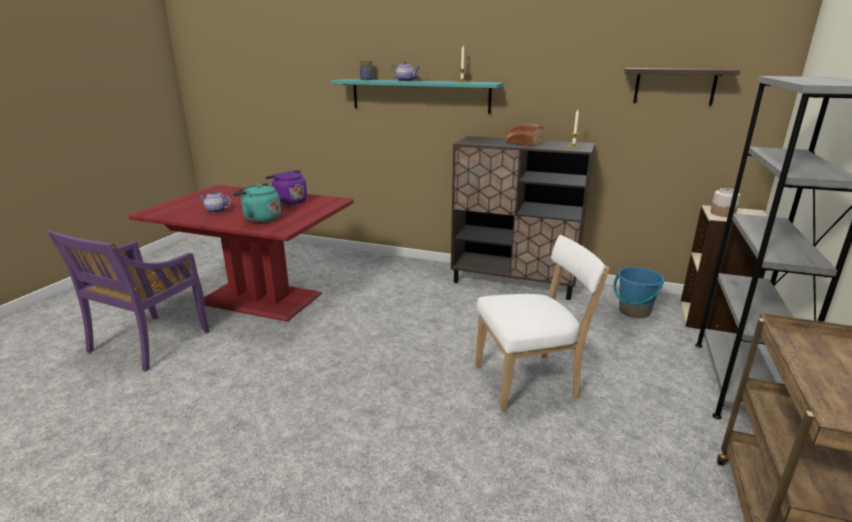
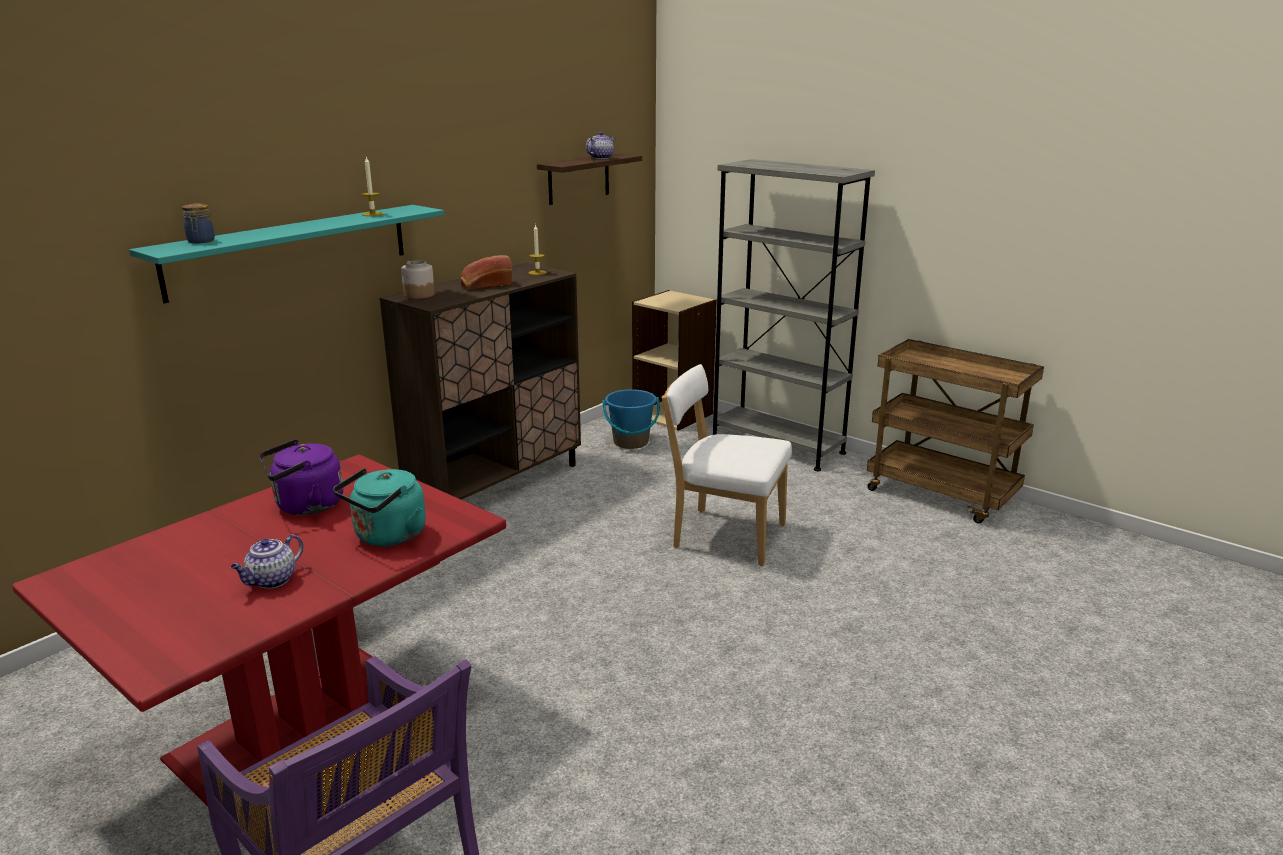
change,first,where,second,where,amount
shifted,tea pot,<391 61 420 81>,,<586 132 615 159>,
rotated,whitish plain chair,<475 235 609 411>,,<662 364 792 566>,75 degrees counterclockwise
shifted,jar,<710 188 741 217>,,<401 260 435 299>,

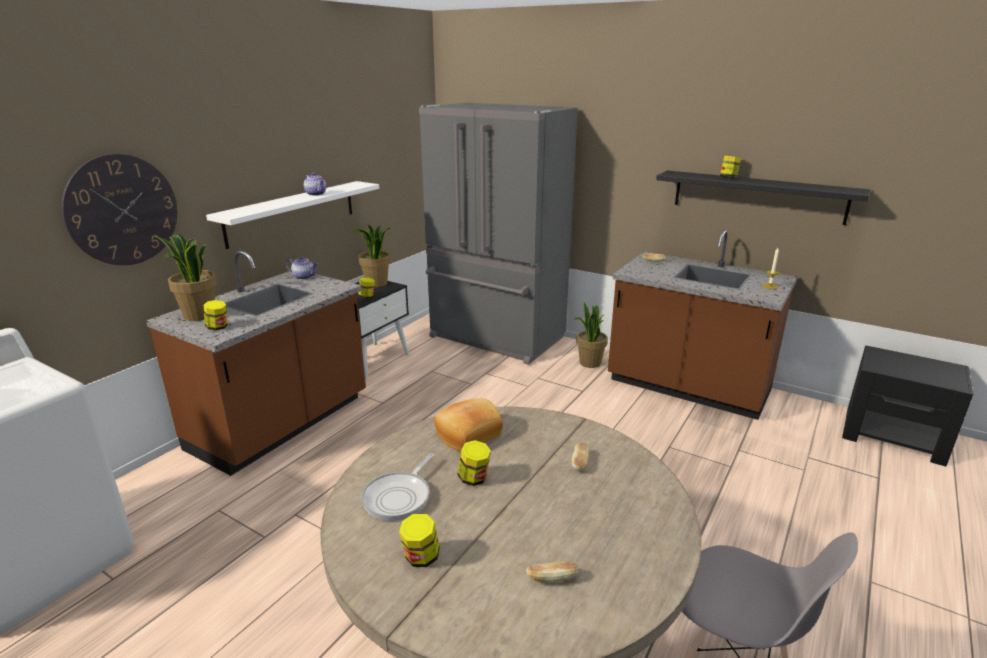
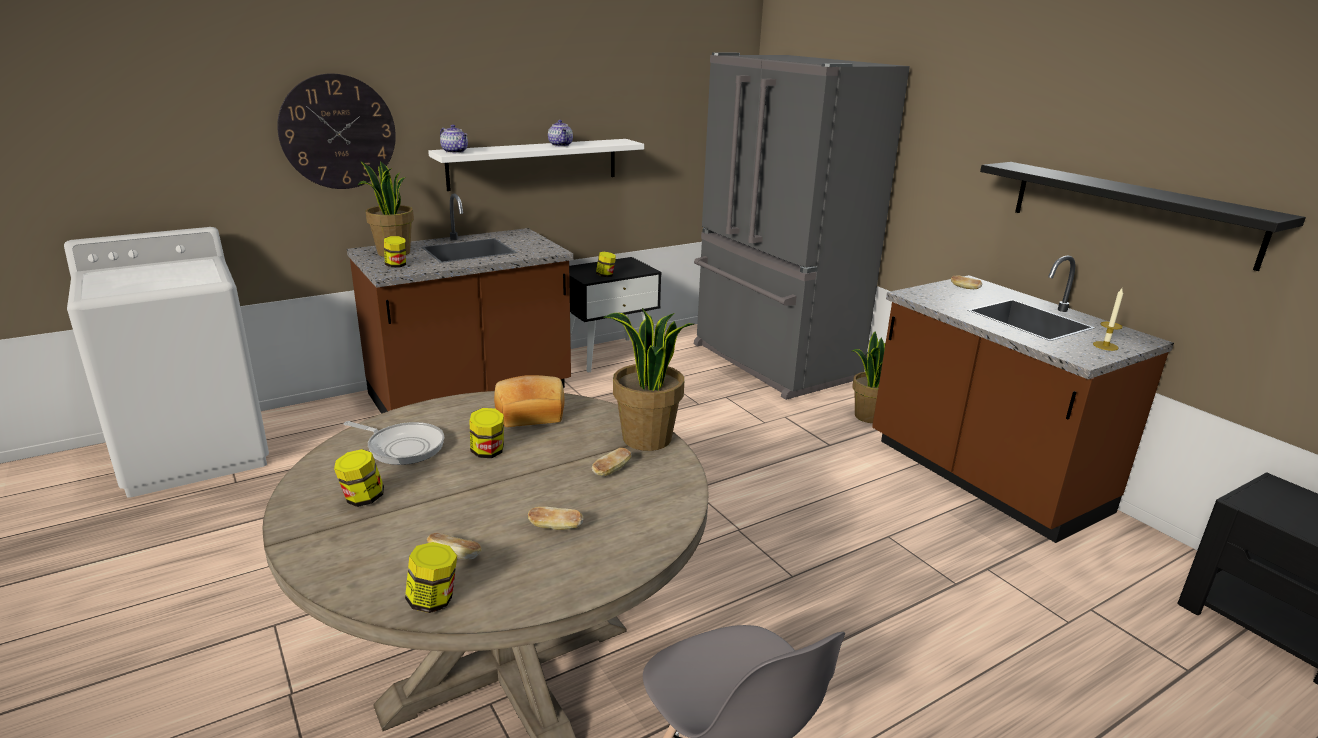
change,first,where,second,where,amount
shifted,tea pot,<286 256 319 280>,,<440 125 468 153>,
shifted,plant in a pot,<352 224 392 287>,,<604 308 694 451>,
rotated,frying pan,<361 453 434 521>,,<344 421 444 465>,120 degrees counterclockwise
shifted,jar,<720 156 741 178>,,<405 542 457 613>,
new,,,bakery bread,<528 507 583 530>,

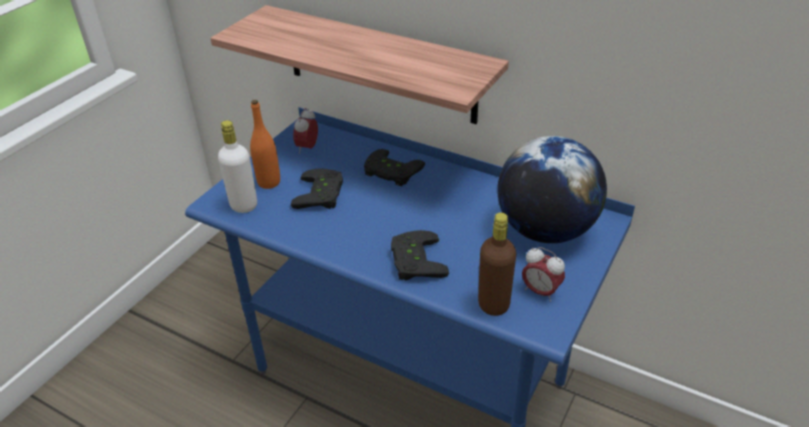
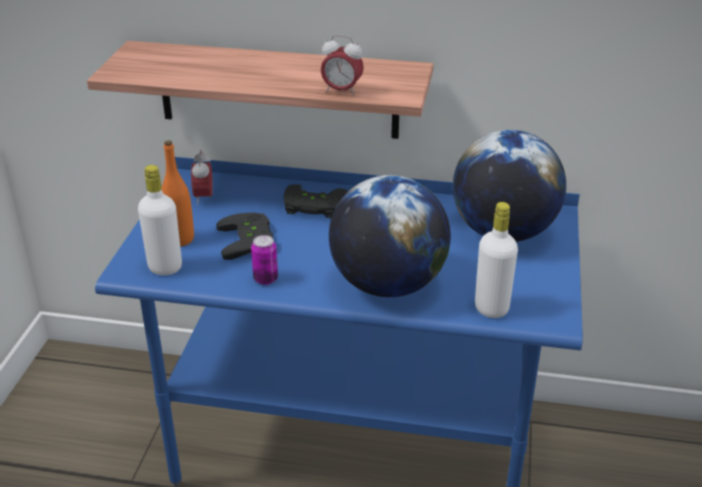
change,first,where,second,where,amount
swapped,black game controller,<391 230 449 280>,world globe,<329 175 451 297>,
repainted,brown-coloured bottle,<478 212 516 316>,whitish bottle,<475 202 518 318>,
shifted,bedside clock,<522 247 565 302>,,<321 35 364 96>,
new,,,sealed can,<251 235 278 285>,

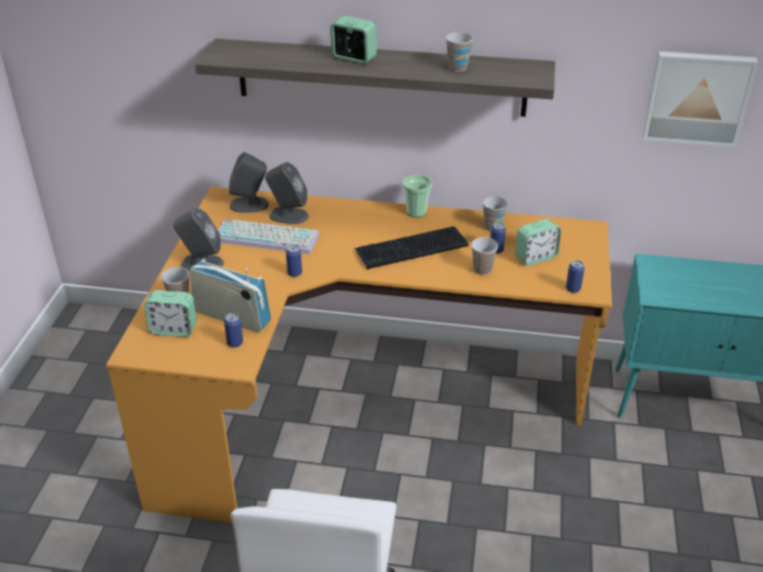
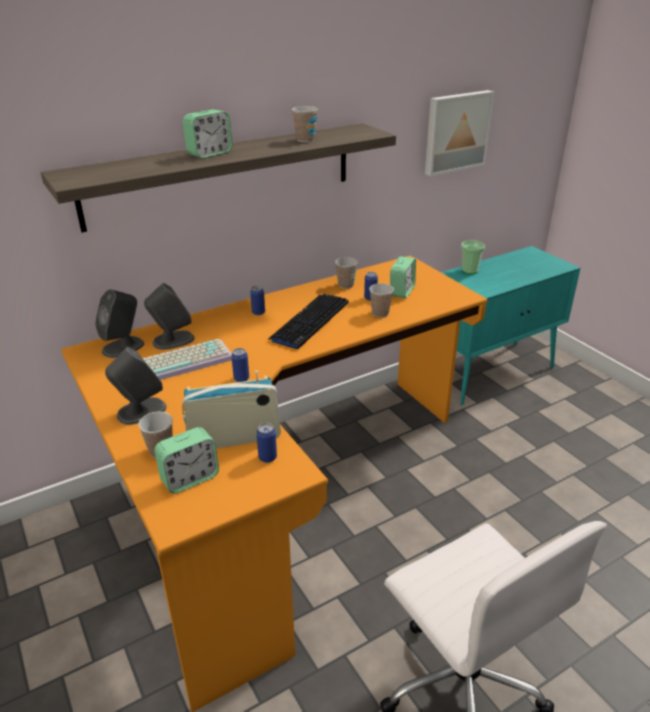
change,first,where,second,where,amount
rotated,bedside clock,<330 16 377 64>,,<183 109 233 158>,150 degrees clockwise
shifted,small cup,<403 175 432 218>,,<461 240 485 274>,
shifted,sealed can,<566 260 585 293>,,<250 285 265 315>,

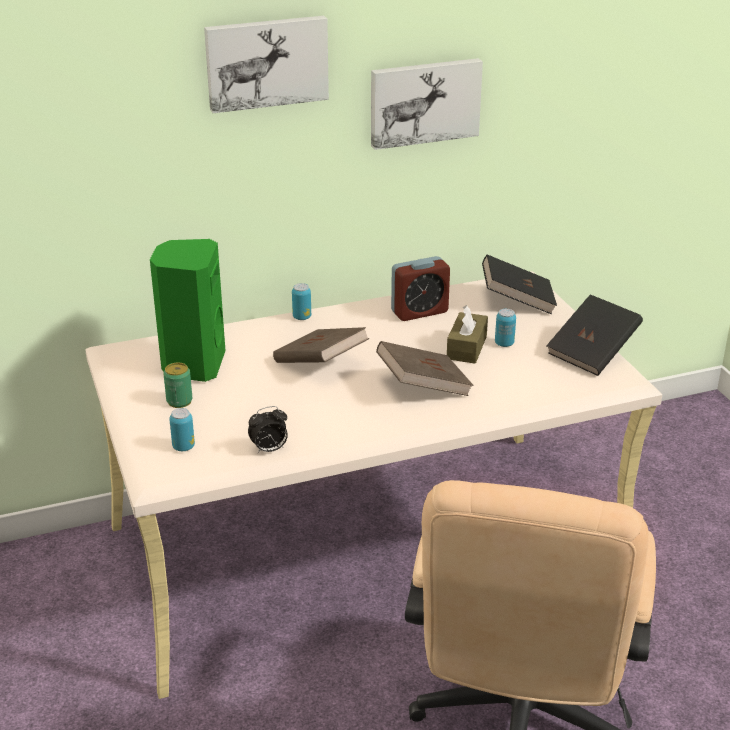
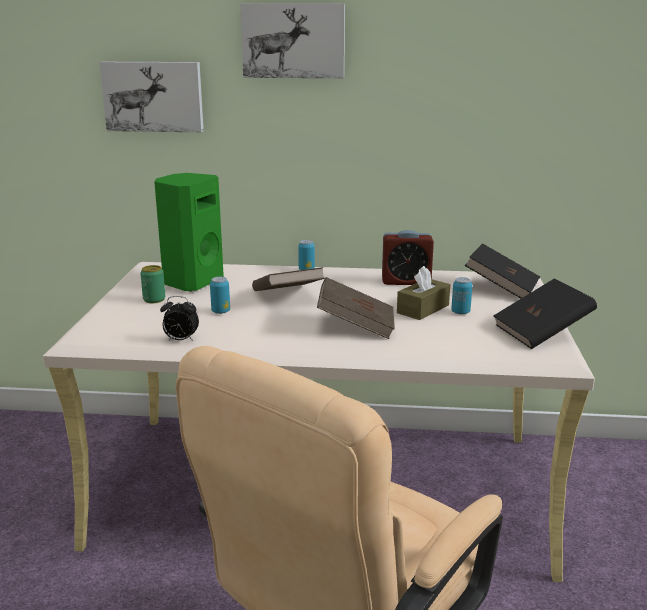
change,first,where,second,where,amount
shifted,sealed can,<169 408 195 451>,,<210 277 230 314>,
shifted,wall picture,<371 58 483 150>,,<99 62 204 132>,

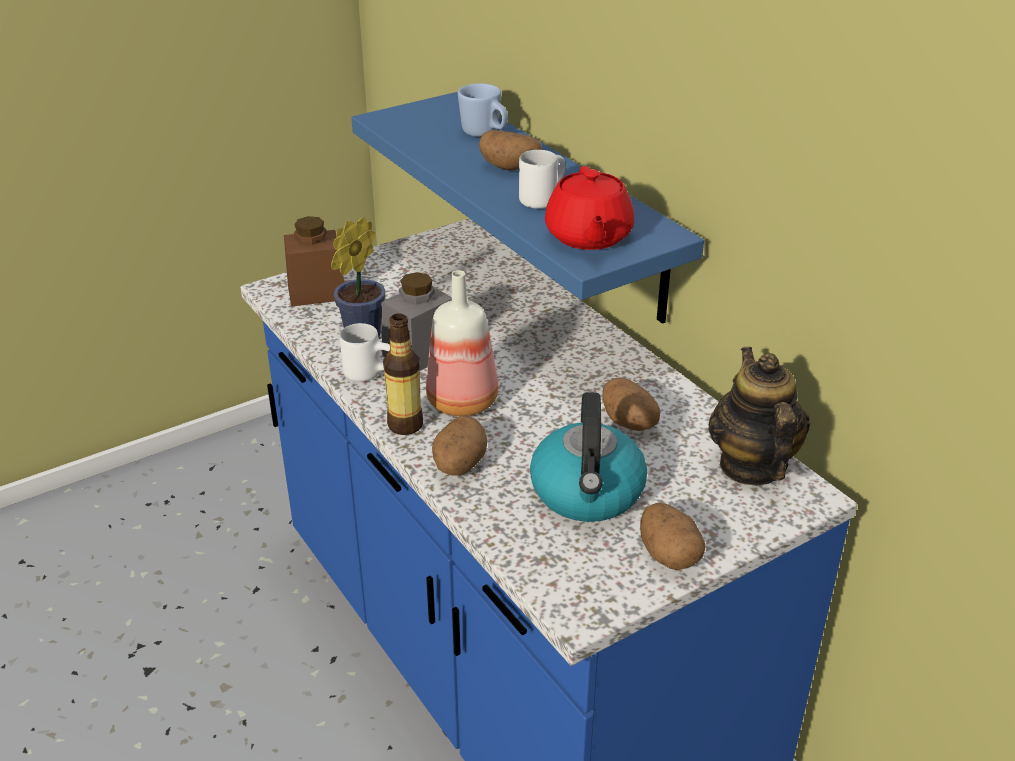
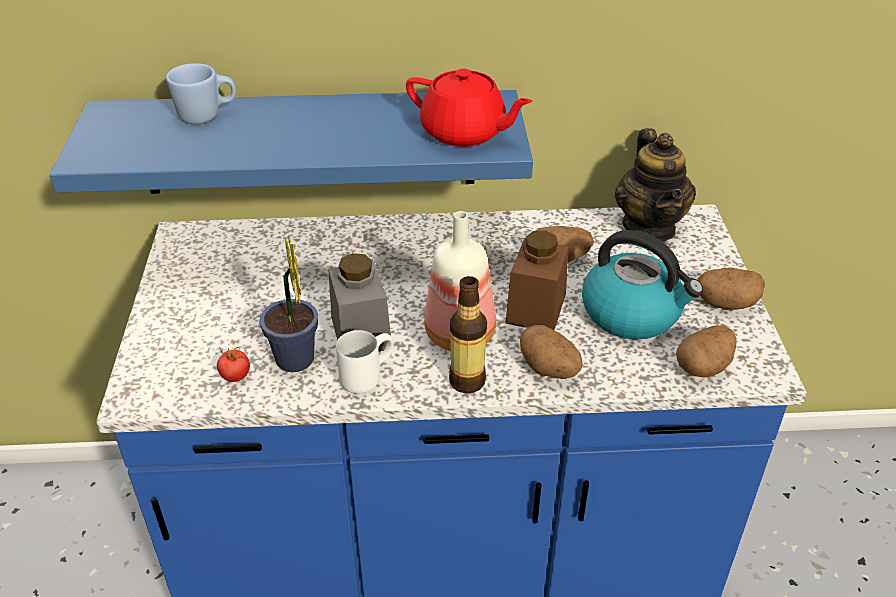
change,first,where,second,where,amount
shifted,brown-coloured jar,<284 216 344 307>,,<505 230 569 330>,
shifted,potato,<479 130 542 171>,,<676 325 736 377>,
gone,whitish tea mug,<519 150 565 209>,,,
rotated,tea pot,<708 347 810 485>,,<615 128 696 241>,120 degrees counterclockwise
new,,,tomato,<217 347 250 382>,

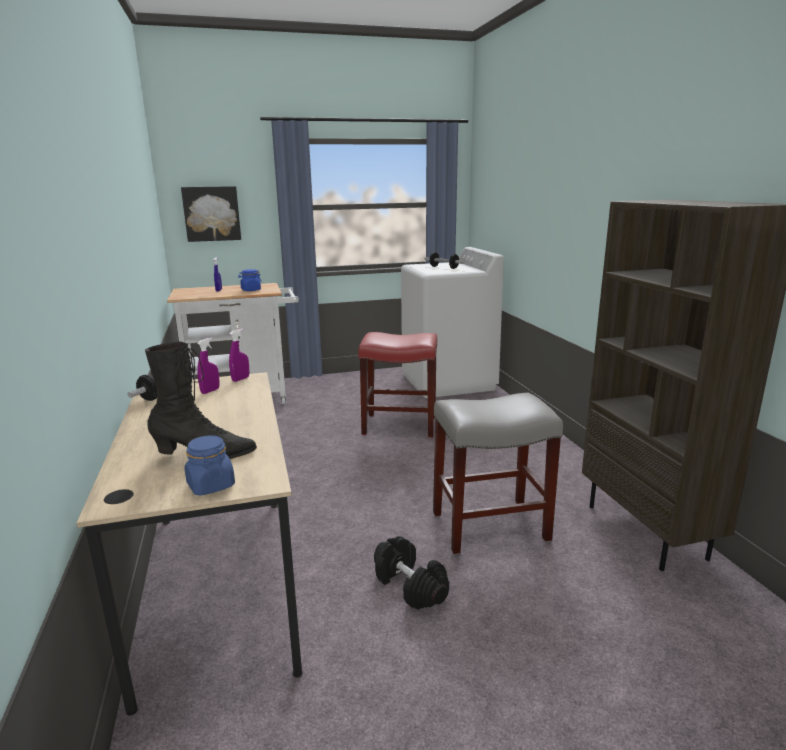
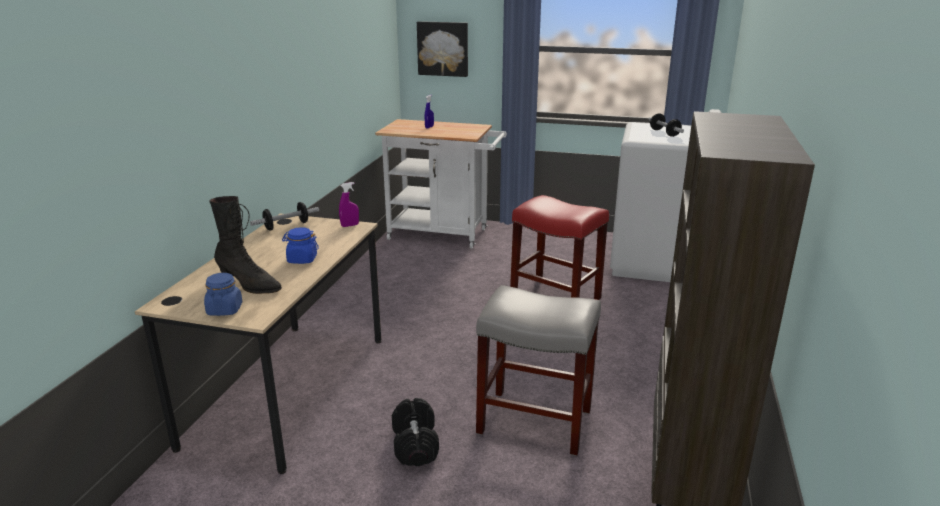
change,first,where,second,where,amount
gone,purplish sprayer,<197 338 220 394>,,,
shifted,blue-coloured jar,<238 269 262 291>,,<282 227 319 264>,

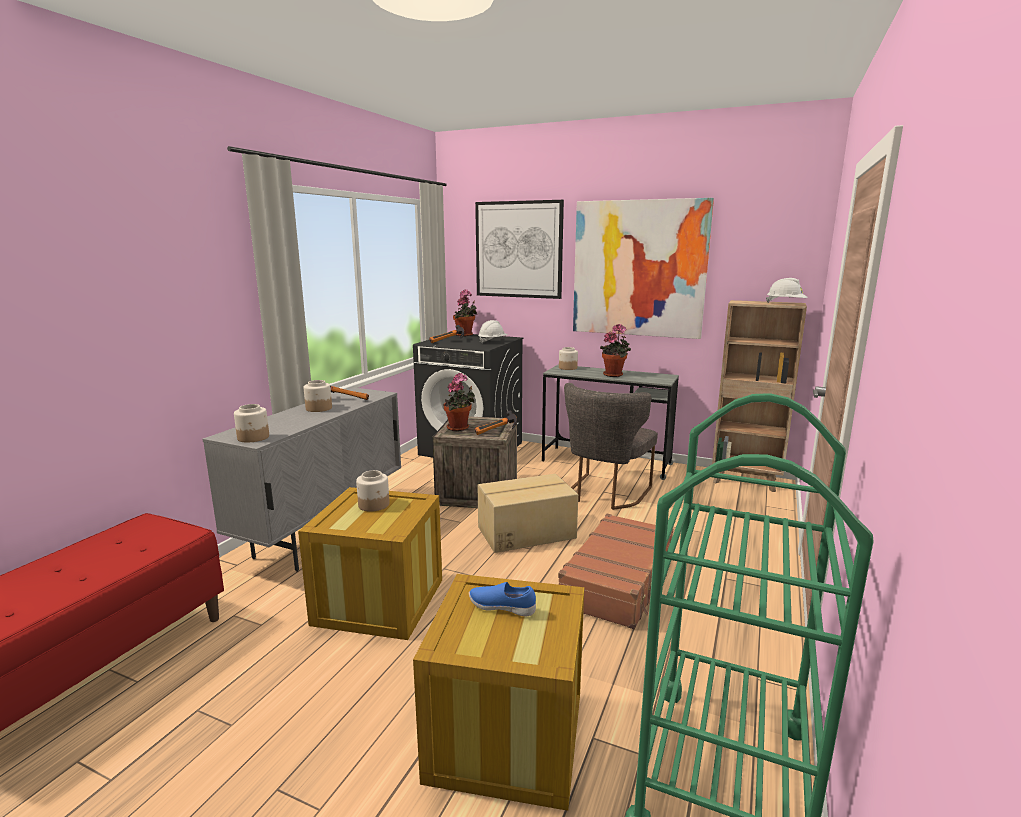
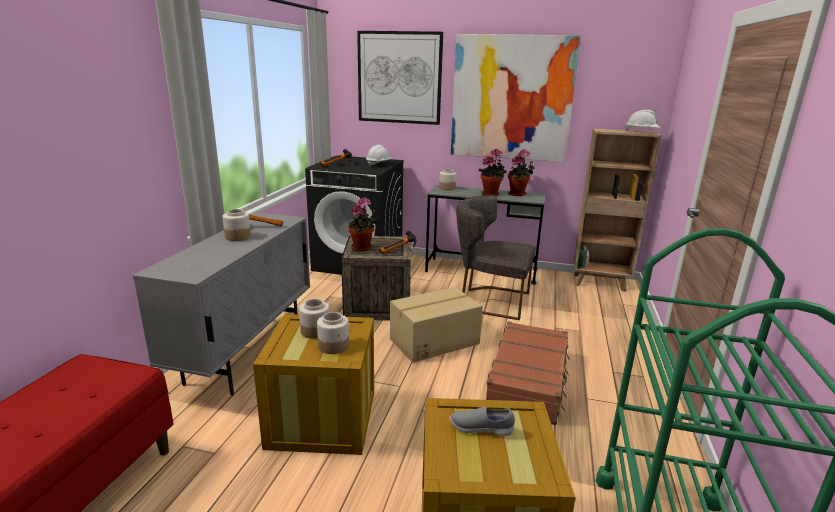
change,first,where,second,where,amount
shifted,jar,<234 404 269 443>,,<317 312 349 354>,
shifted,plant in a pot,<453 289 477 336>,,<508 149 535 196>,
repainted,blue-coloured low shoe,<469 582 536 616>,grey low shoe,<449 406 515 436>,
rotated,grey plain chair,<564 383 658 510>,,<457 196 536 320>,90 degrees clockwise

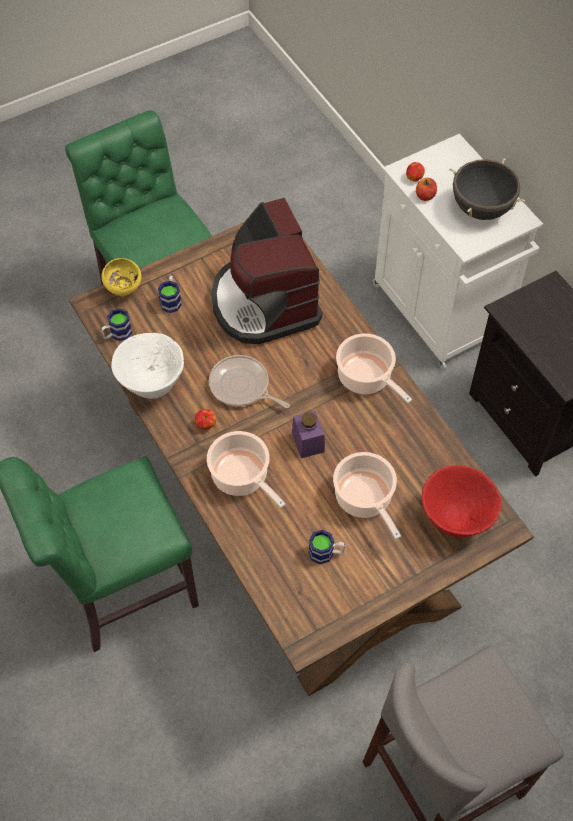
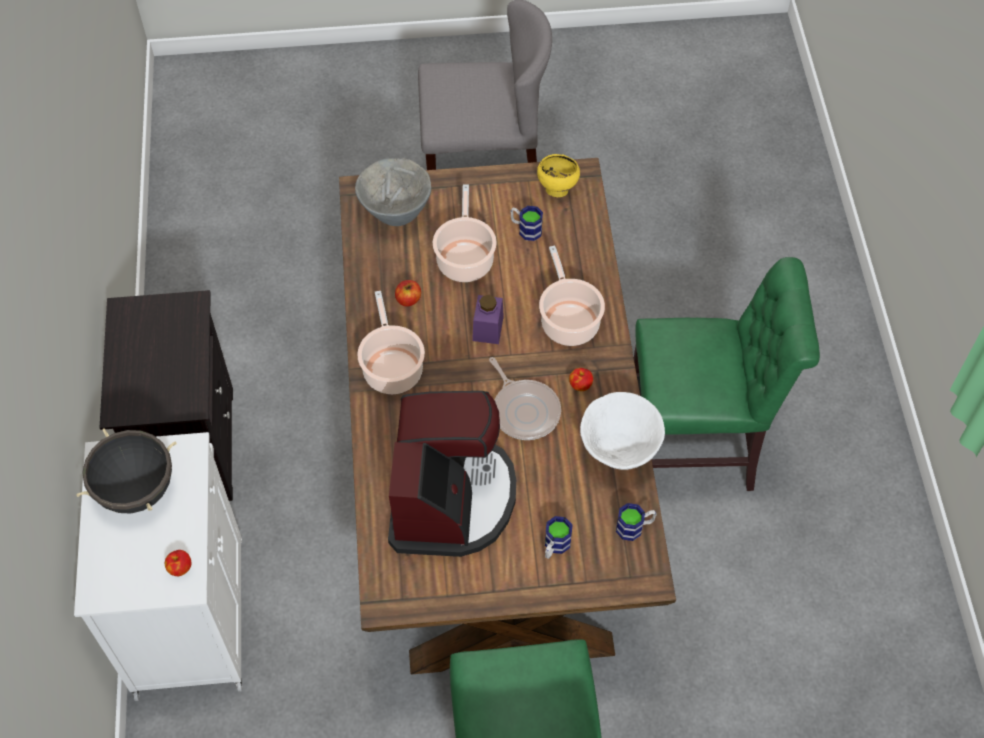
change,first,where,second,where,amount
shifted,yellowish bowl,<102 258 141 296>,,<537 154 580 197>,
shifted,apple fruit,<416 178 437 201>,,<395 280 421 307>,
repainted,red-coloured bowl,<422 465 502 537>,grey bowl,<355 158 431 226>,

